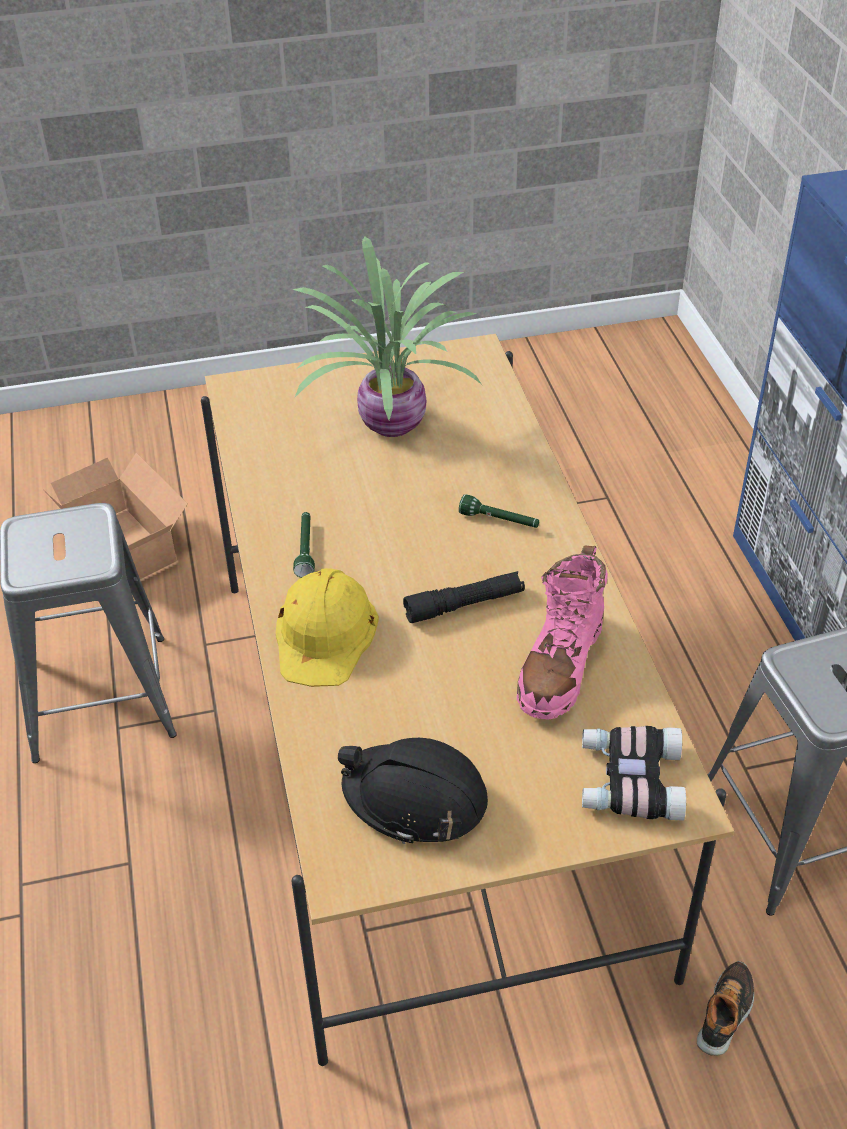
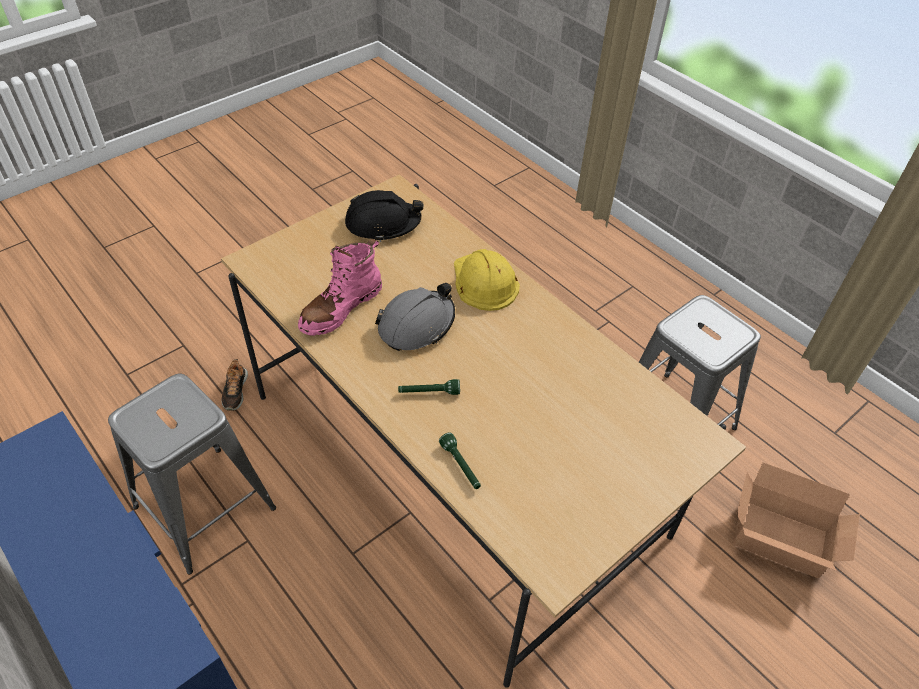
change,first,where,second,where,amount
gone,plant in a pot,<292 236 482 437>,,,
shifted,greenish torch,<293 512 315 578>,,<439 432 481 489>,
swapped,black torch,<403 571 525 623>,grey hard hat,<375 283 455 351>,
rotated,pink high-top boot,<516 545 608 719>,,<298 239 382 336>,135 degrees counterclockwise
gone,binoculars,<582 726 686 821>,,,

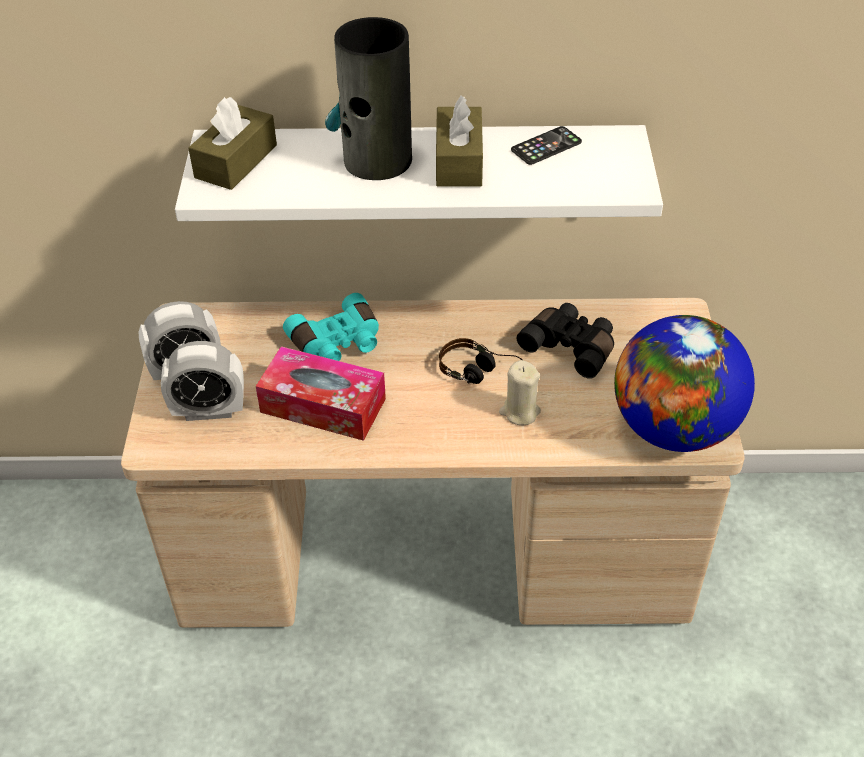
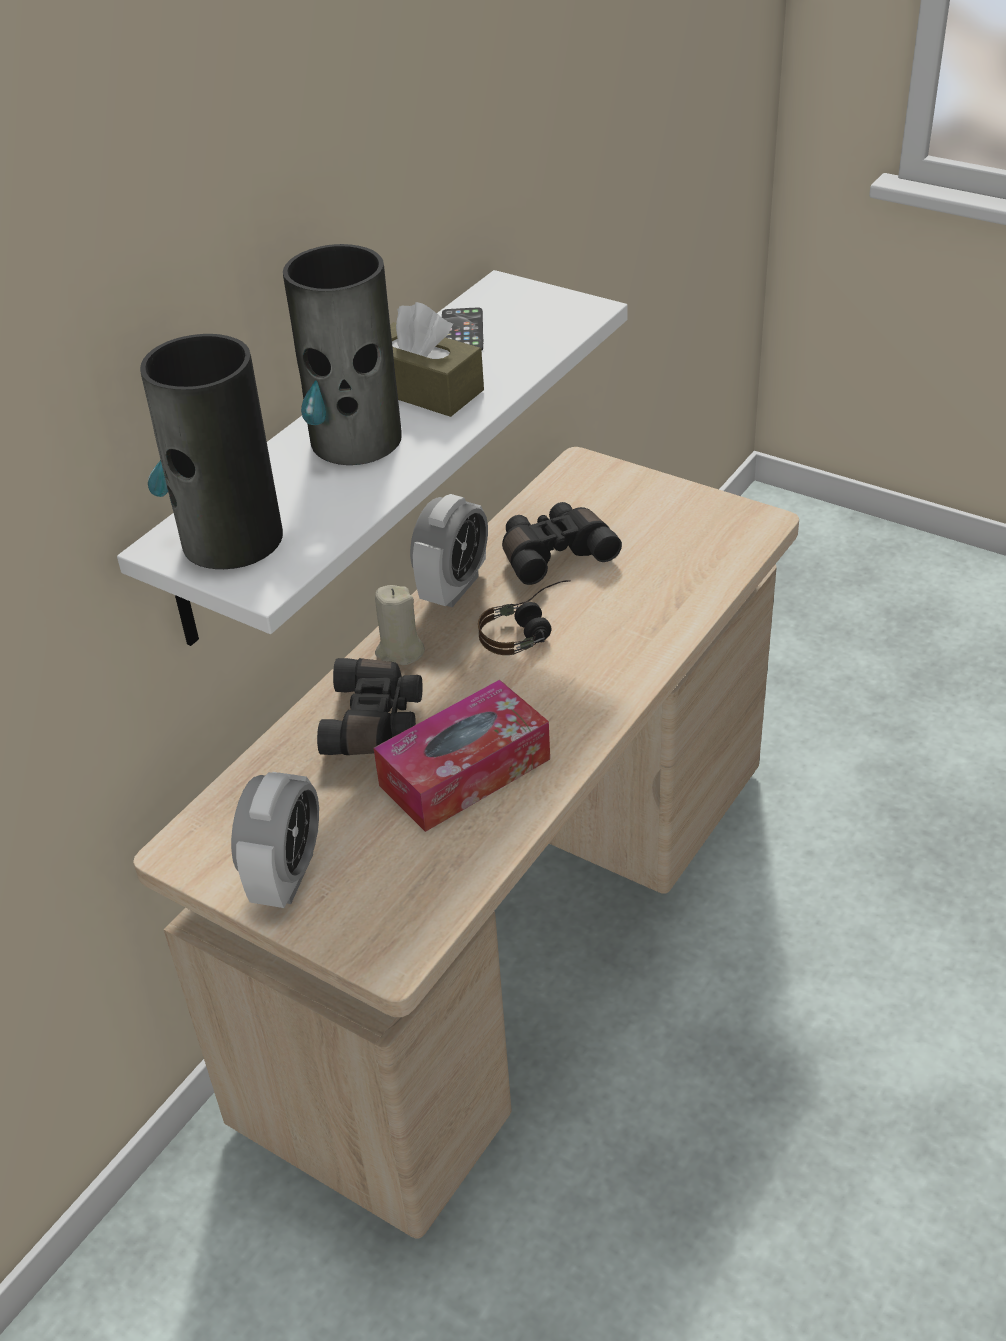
change,first,where,second,where,amount
shifted,bedside clock,<161 341 244 421>,,<410 494 488 607>,
swapped,brown-coloured tissue box,<188 97 277 190>,vase,<140 334 283 569>,
repainted,turquoise-coloured binoculars,<283 293 379 361>,black binoculars,<317 658 423 755>,
shifted,beige wax candle,<499 360 541 425>,,<375 585 425 665>,
gone,world globe,<614 315 755 452>,,,

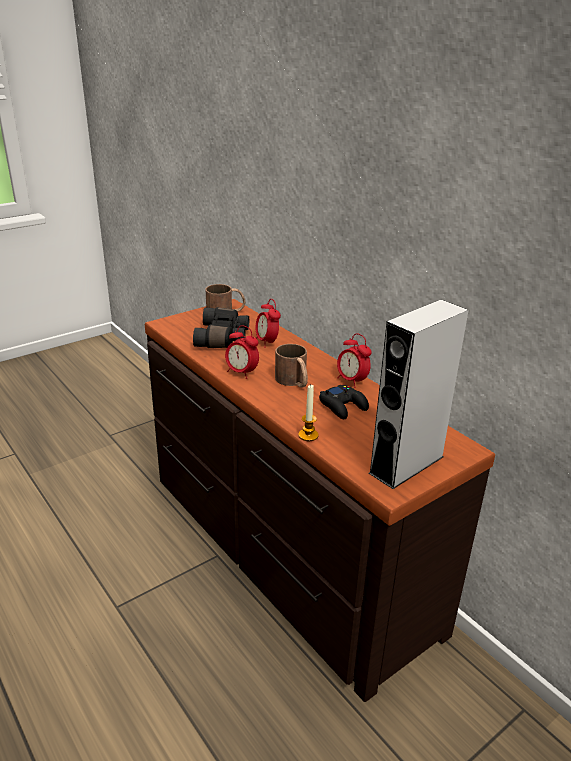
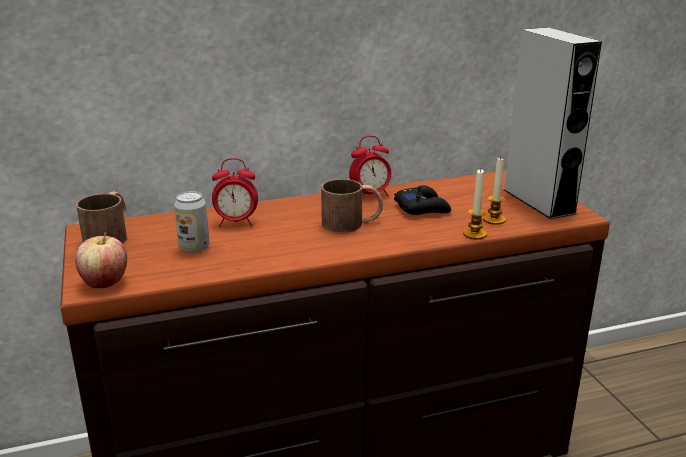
change,first,where,second,where,amount
swapped,black binoculars,<193 307 249 348>,sealed can,<174 191 209 253>,
gone,bedside clock,<225 325 259 379>,,,
new,,,apple fruit,<75 233 127 288>,
new,,,wax candle,<483 156 506 225>,

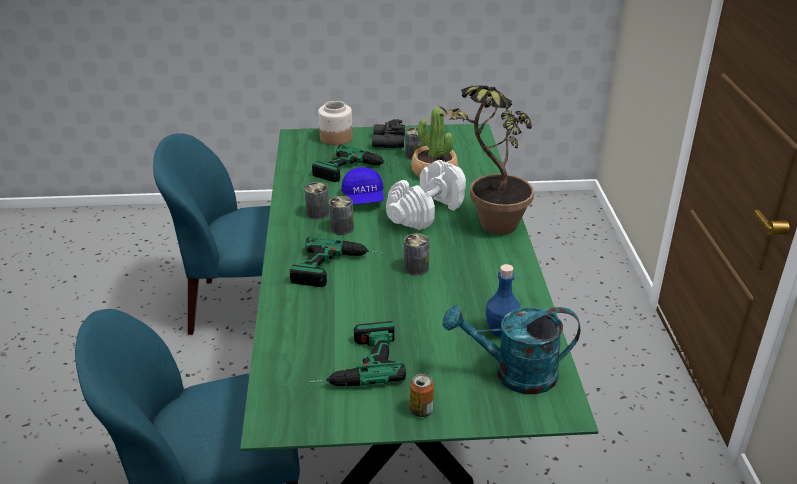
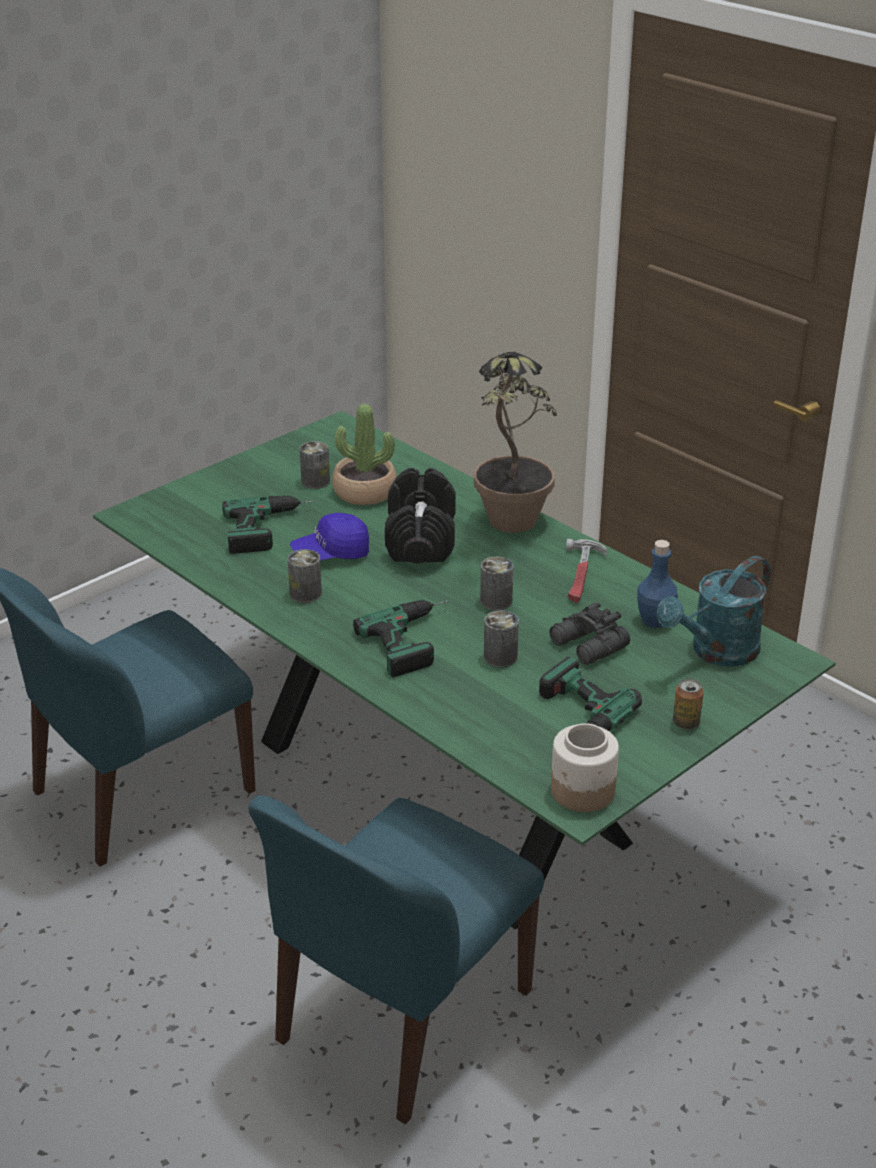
change,first,where,second,where,amount
shifted,jar,<318 101 353 145>,,<551 723 619 812>,
shifted,sealed can,<329 196 354 235>,,<484 610 519 667>,
rotated,blue-coloured cap,<341 167 384 204>,,<290 513 369 561>,120 degrees clockwise
shifted,black binoculars,<372 119 405 148>,,<549 603 630 665>,
repainted,whitish hand weight,<386 160 466 230>,black hand weight,<385 468 456 564>,
new,,,tool hammer,<566 539 607 603>,

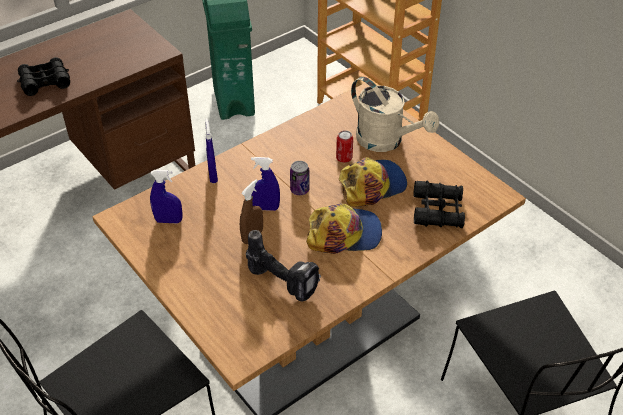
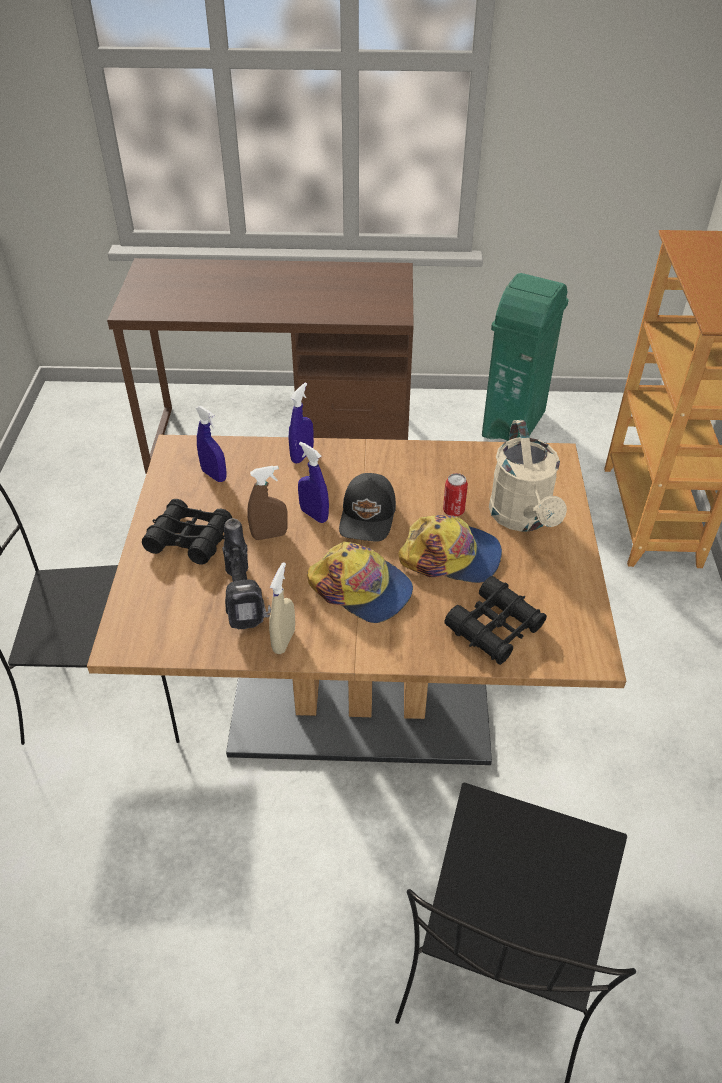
change,first,where,second,where,amount
shifted,black binoculars,<17 57 70 96>,,<142 499 232 565>,
swapped,sealed can,<290 161 309 195>,black cap,<339 473 396 542>,
new,,,beige sprayer,<269 562 295 654>,

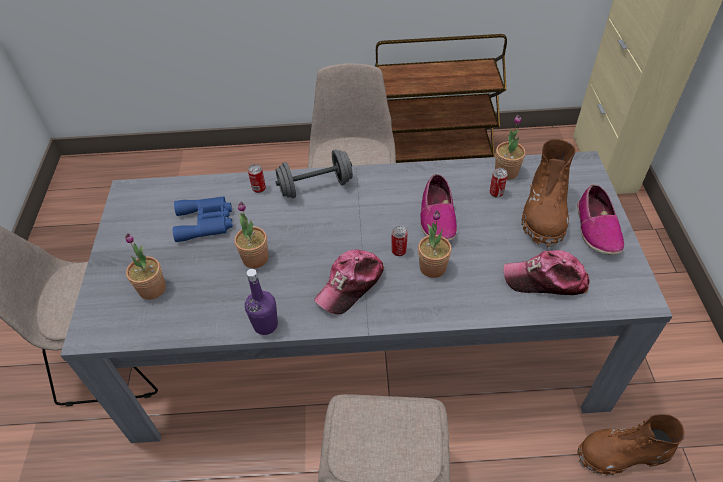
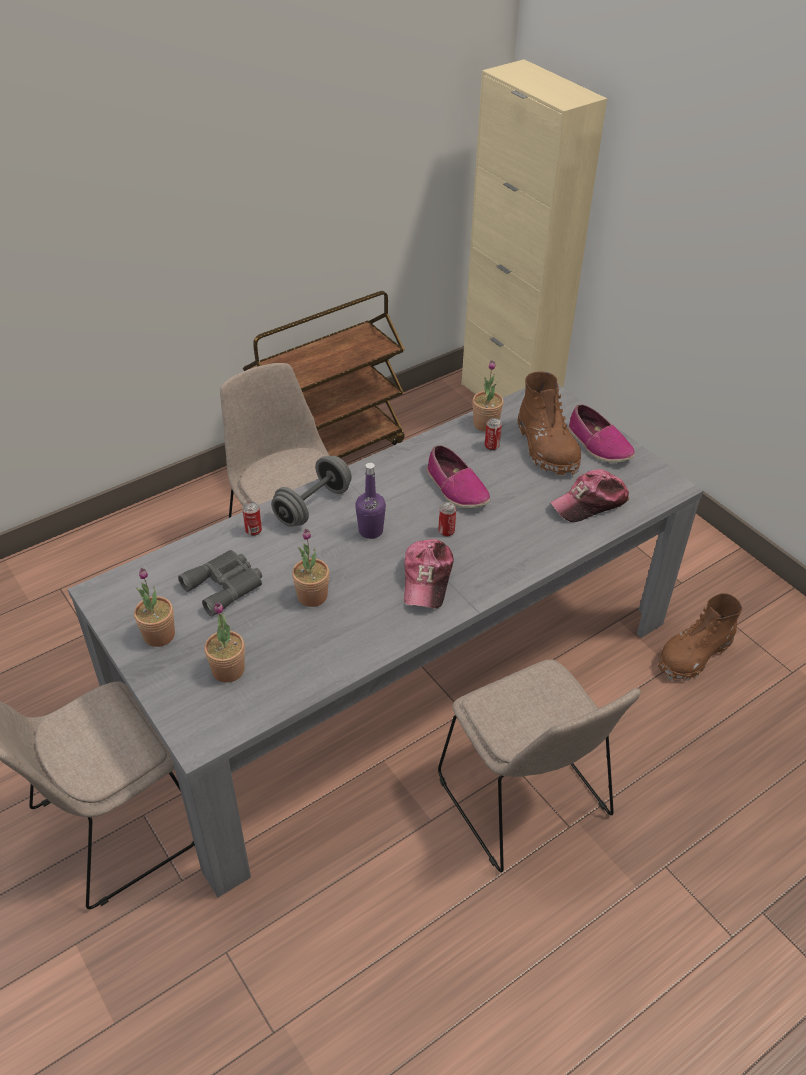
change,first,where,second,where,amount
repainted,blue-coloured binoculars,<173 196 233 242>,grey binoculars,<178 550 262 617>,
shifted,purplish bottle,<245 269 278 335>,,<355 463 386 539>,
shifted,plant in a pot,<418 210 451 278>,,<134 568 175 647>,

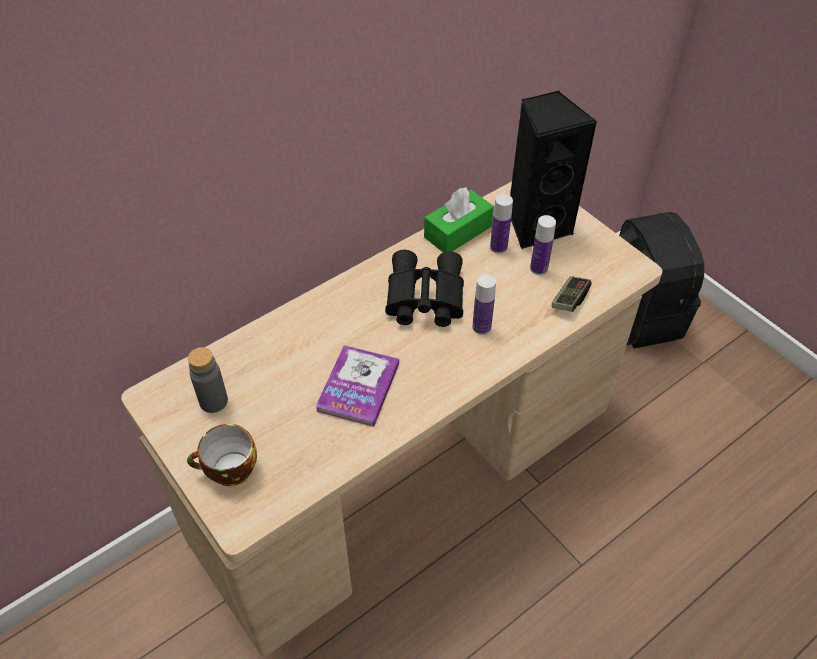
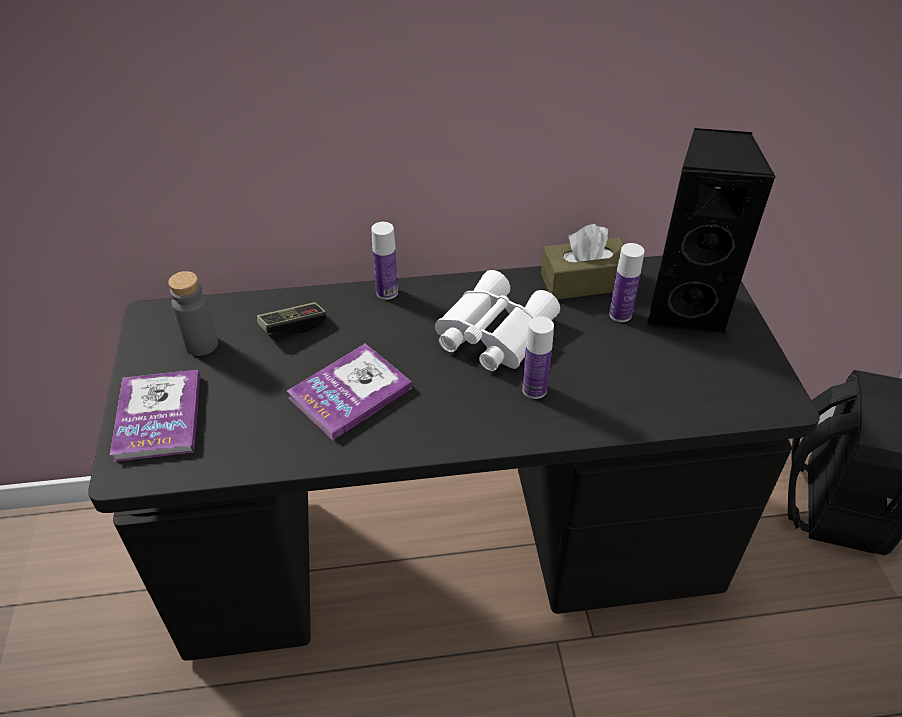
change,first,where,second,where,amount
repainted,beige desk,<121 181 663 657>,black desk,<88 255 820 661>,
swapped,small cup,<187 424 257 486>,book,<110 370 200 462>,
repainted,black binoculars,<385 250 464 327>,whitish binoculars,<435 270 560 371>,
repainted,greenish tissue box,<424 188 494 253>,brown-coloured tissue box,<541 224 624 299>,
shifted,bottle,<530 215 556 275>,,<371 222 398 300>,
shifted,game controller,<552 276 592 312>,,<257 302 327 334>,

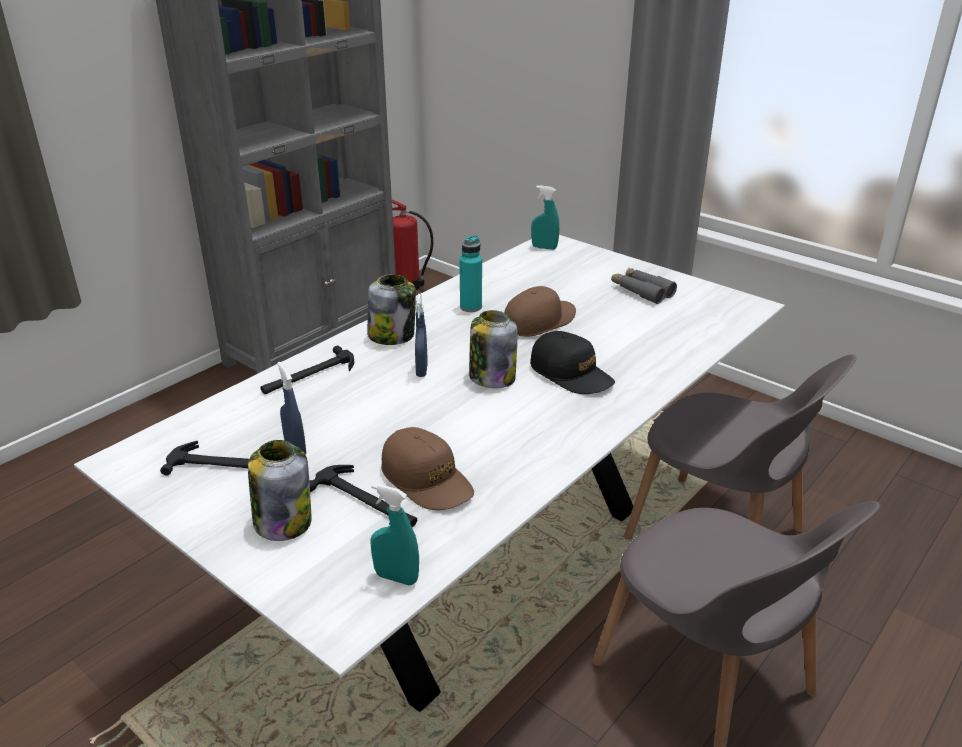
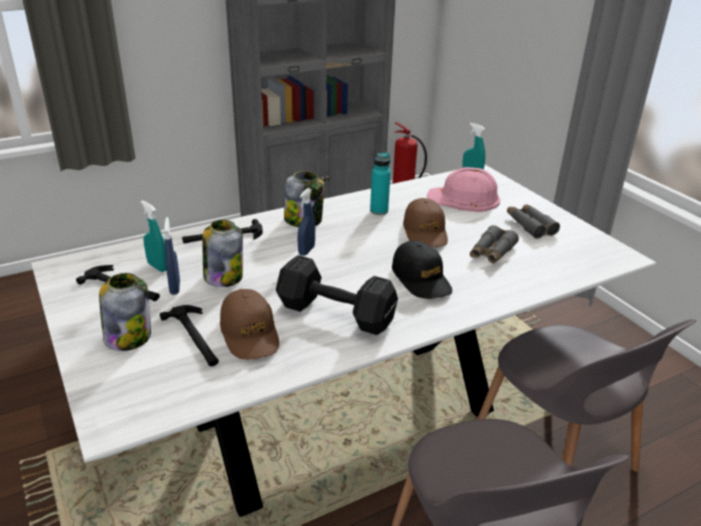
change,first,where,second,where,amount
shifted,turquoise-coloured sprayer,<371 483 419 585>,,<141 200 167 272>,
shifted,jar,<469 310 518 388>,,<202 220 243 287>,
rotated,brown-coloured cap,<504 286 576 336>,,<403 198 448 247>,105 degrees clockwise
new,,,black hand weight,<276 255 398 335>,
new,,,pink hard hat,<427 167 500 212>,
new,,,grey binoculars,<470 225 519 264>,

